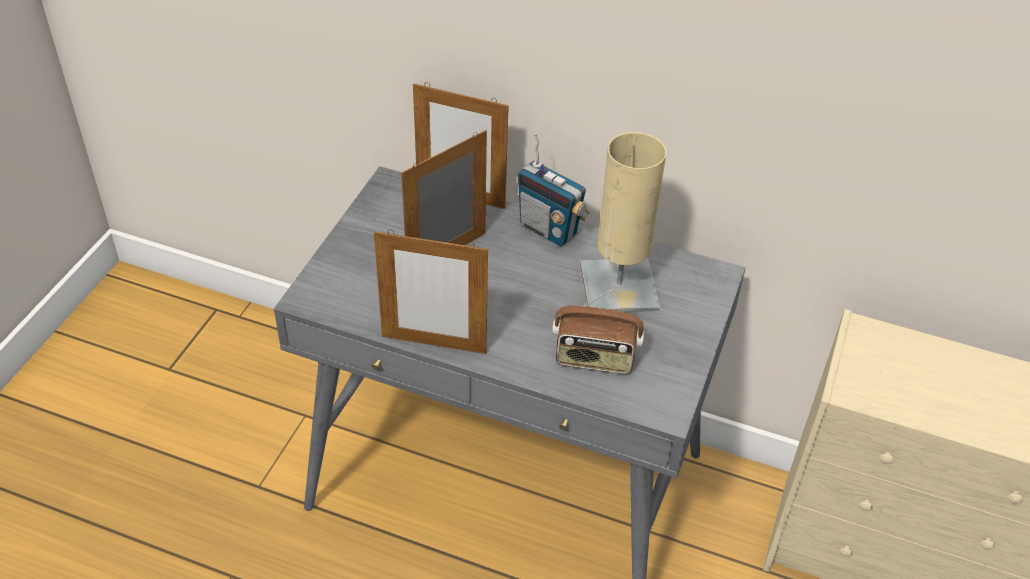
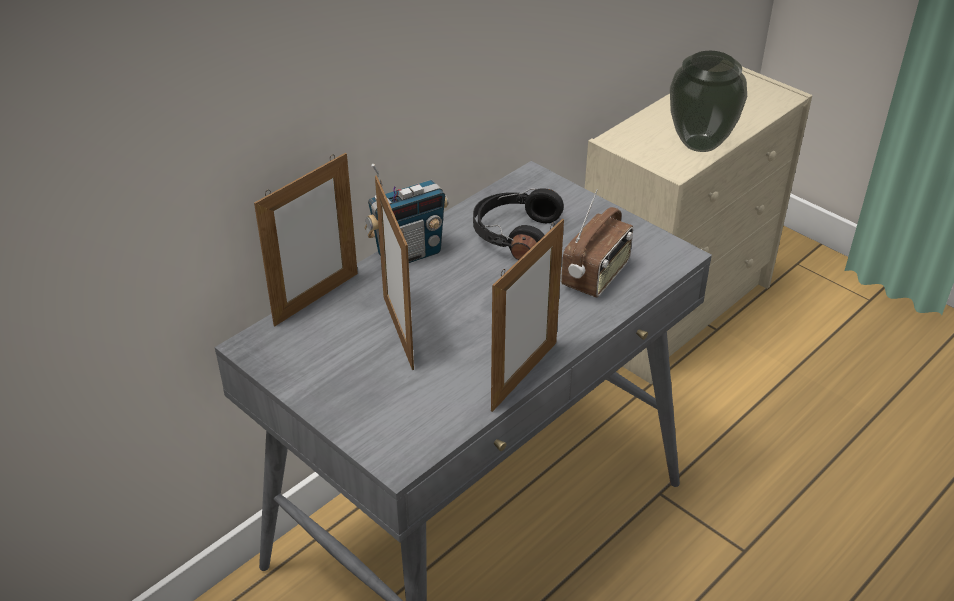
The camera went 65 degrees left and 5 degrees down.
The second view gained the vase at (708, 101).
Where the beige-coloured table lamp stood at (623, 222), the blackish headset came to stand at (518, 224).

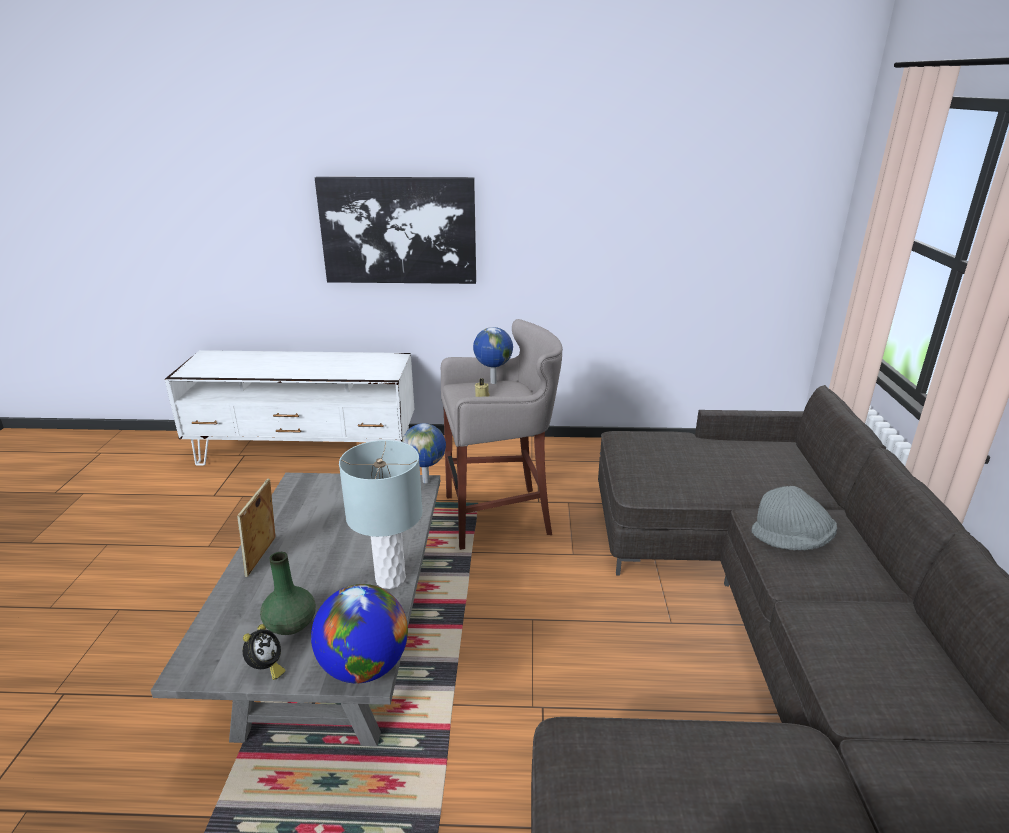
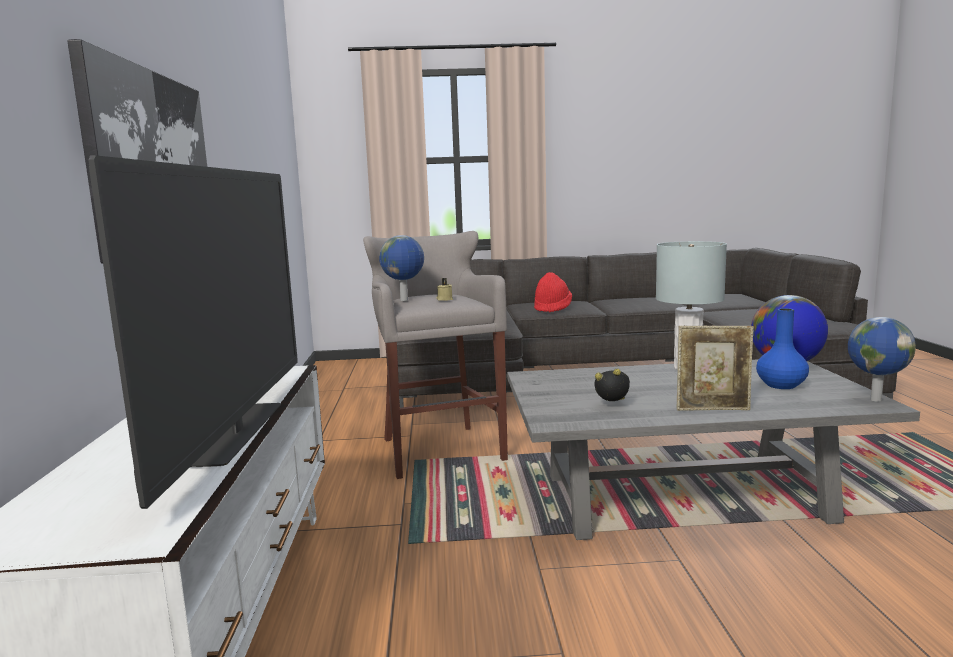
The camera went 95 degrees left and 15 degrees down.
The second view gained the TV at (193, 332).
The bedside clock ended up elsewhere, having gone from (264, 652) to (612, 385).
The globe ended up elsewhere, having gone from (424, 453) to (882, 359).
What was the greenish vase at (288, 593) turned into the blue-coloured vase at (782, 348).
What was the greyish hat at (794, 518) turned into the red-coloured hat at (553, 292).

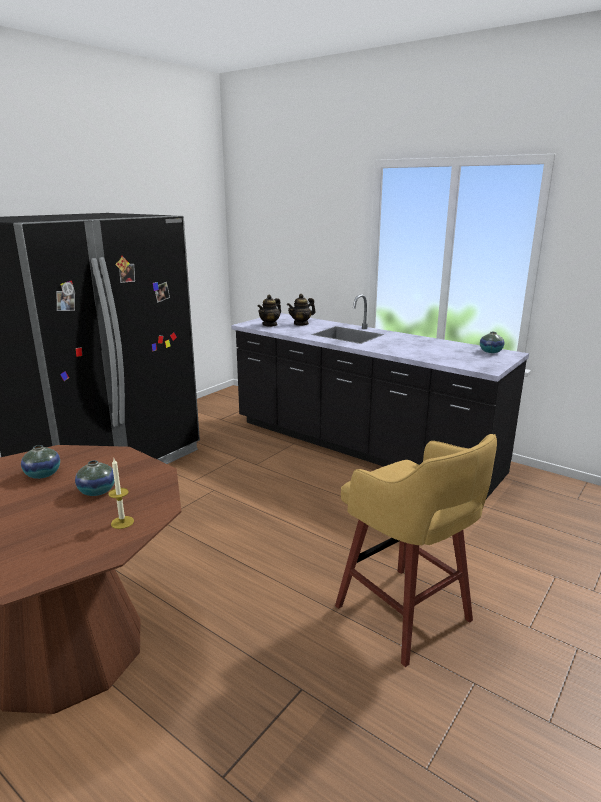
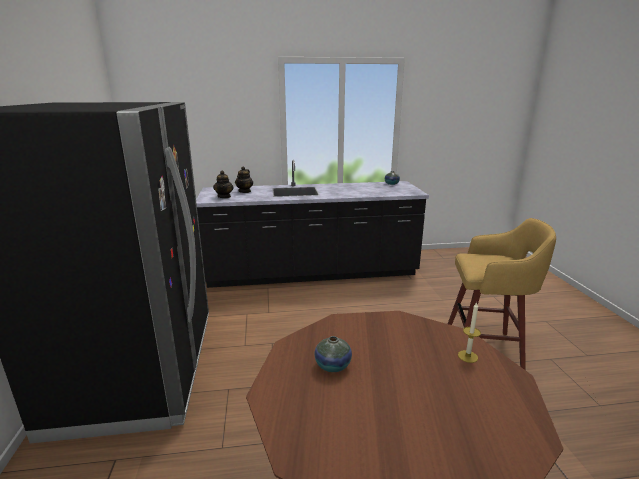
The camera went 45 degrees left and 0 degrees up.
The second view lost the vase at (95, 478).

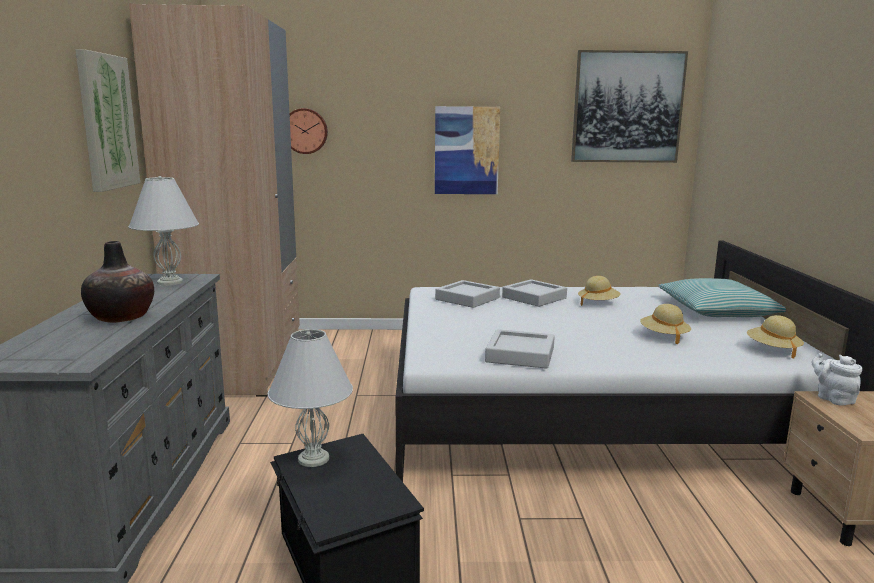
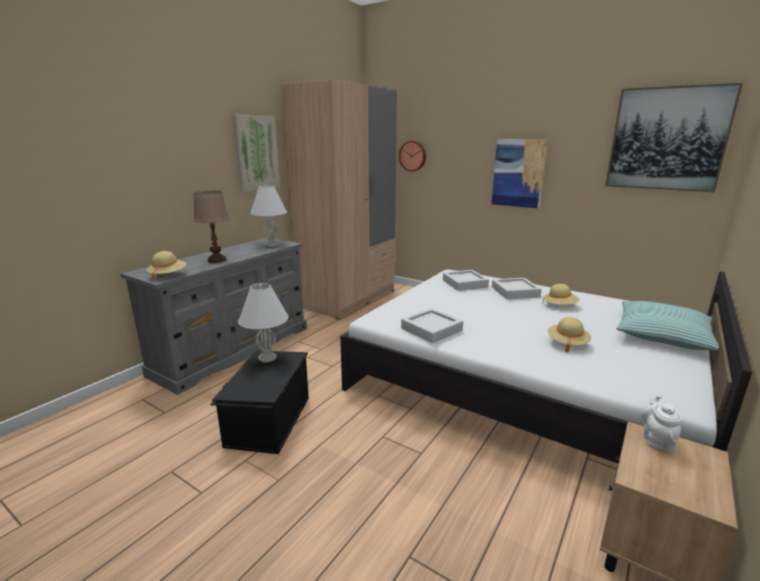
The camera went 35 degrees right and 5 degrees up.
The beige-coloured hat ended up elsewhere, having gone from (775, 337) to (166, 266).
Where the vase stood at (117, 282), the brown table lamp came to stand at (211, 227).

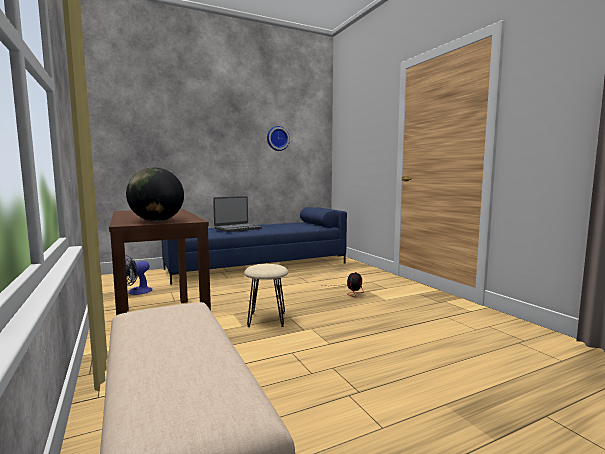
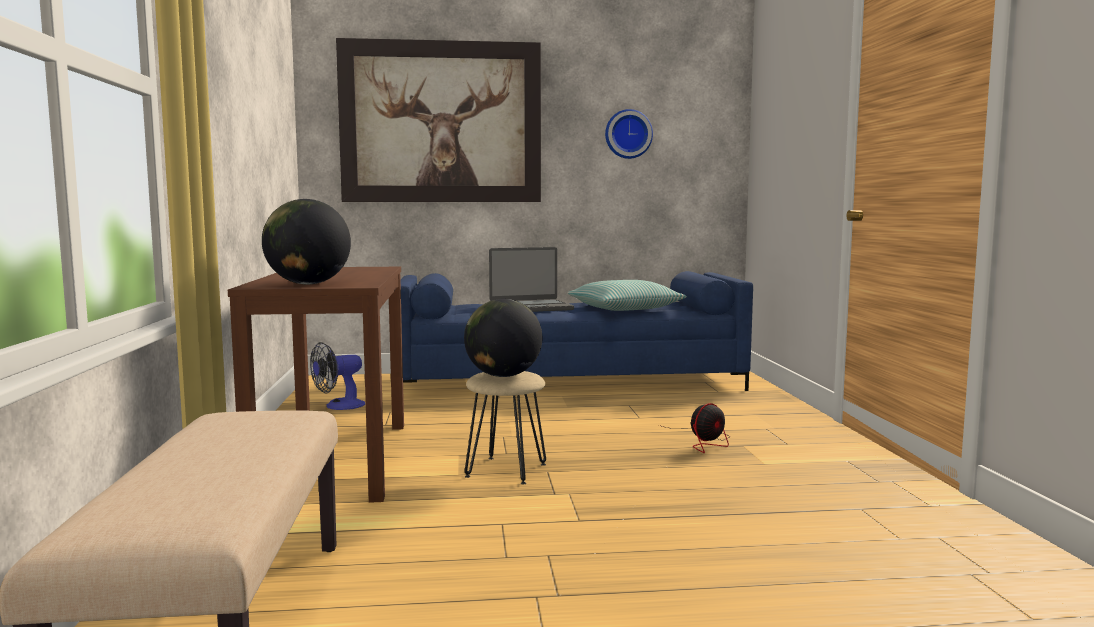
The camera went 20 degrees right and 0 degrees up.
The second view gained the wall art at (438, 120).
The second view gained the globe at (503, 338).
The second view gained the pillow at (627, 295).

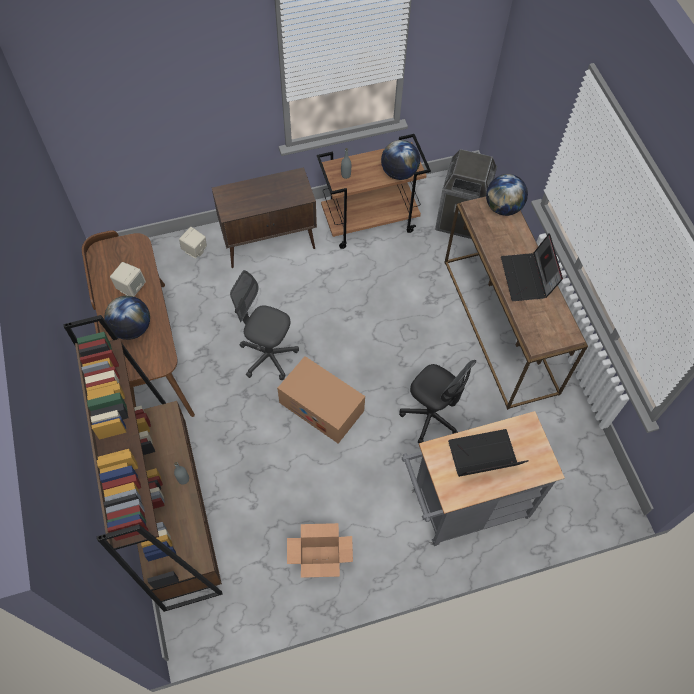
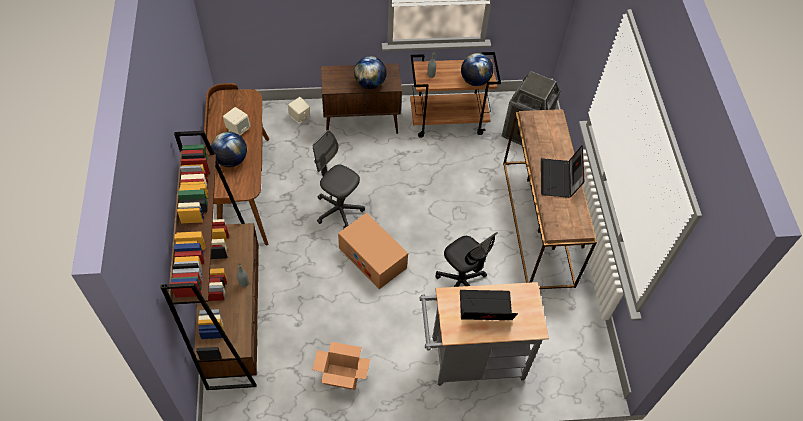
The camera went 10 degrees right and 5 degrees down.
The globe ended up elsewhere, having gone from (507, 195) to (370, 72).

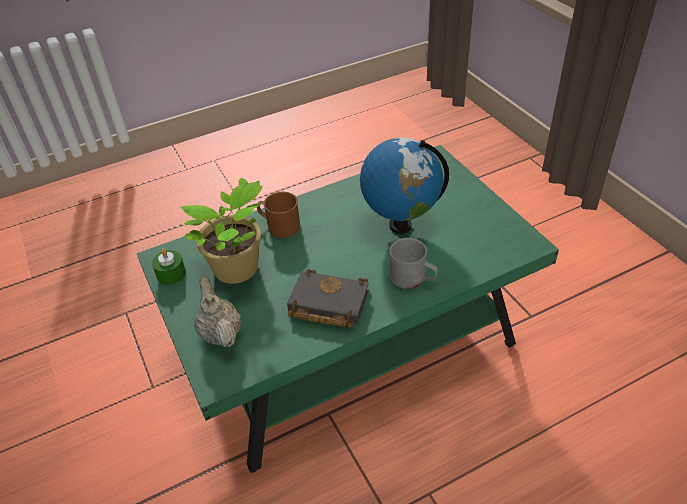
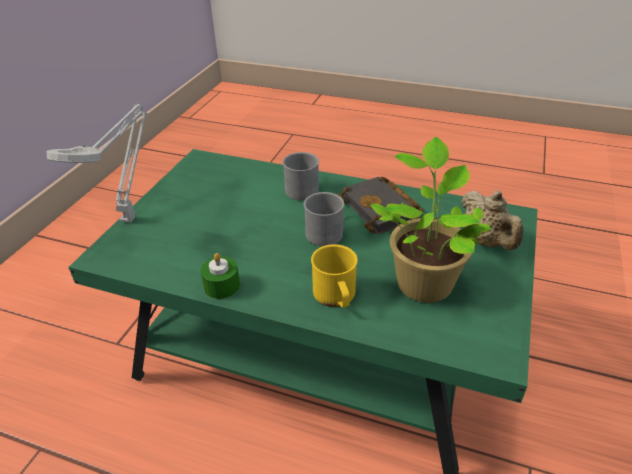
The camera went 135 degrees left and 5 degrees down.
The second view lost the globe at (404, 186).
The second view gained the greyish table lamp at (97, 163).
The second view gained the greyish tea mug at (324, 219).
The greenish candle ended up elsewhere, having gone from (169, 266) to (220, 276).
What was the brown tea mug at (278, 215) turned into the yellowish tea mug at (334, 276).
The beige-coloured pot for tea at (217, 311) ended up facing another way, 45 degrees counterclockwise from before.

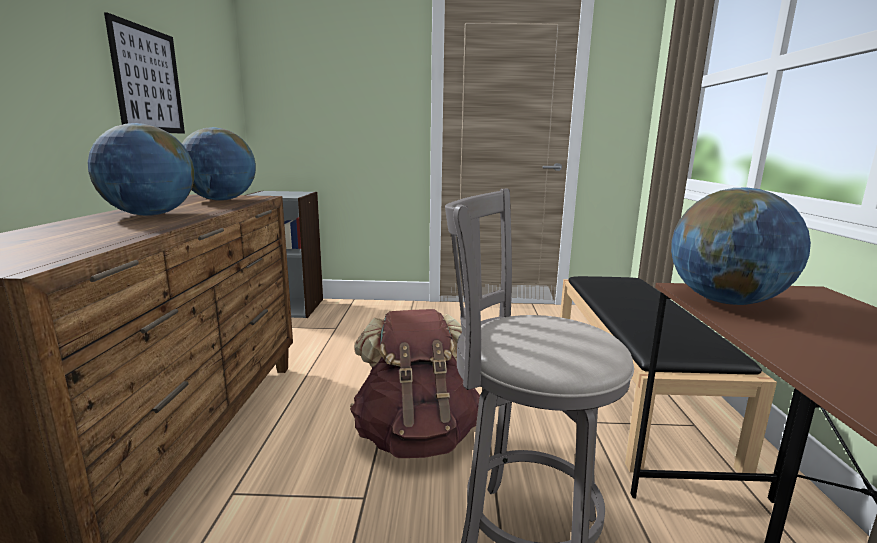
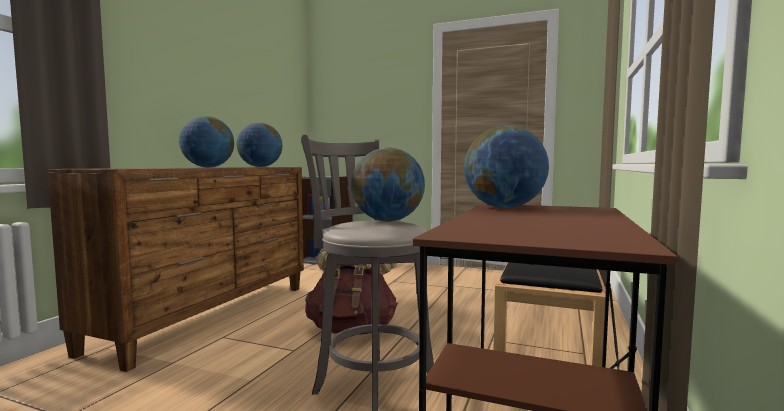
The camera went 20 degrees right and 10 degrees down.
The second view lost the wall art at (144, 73).
The second view gained the globe at (388, 184).

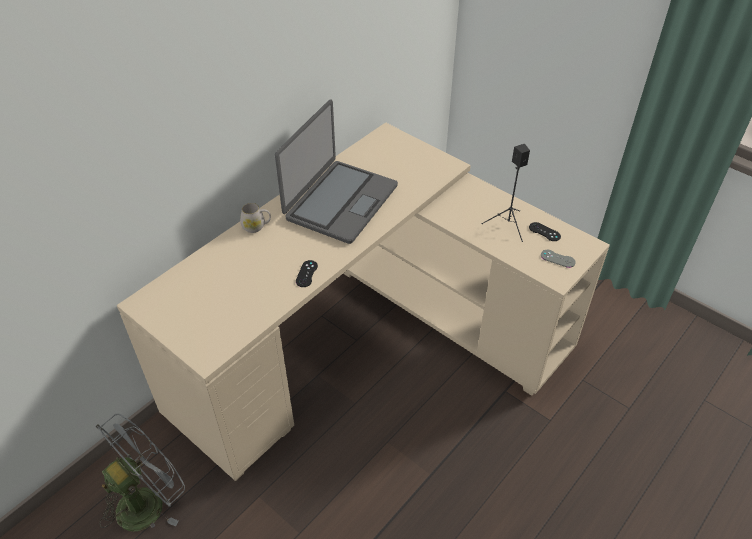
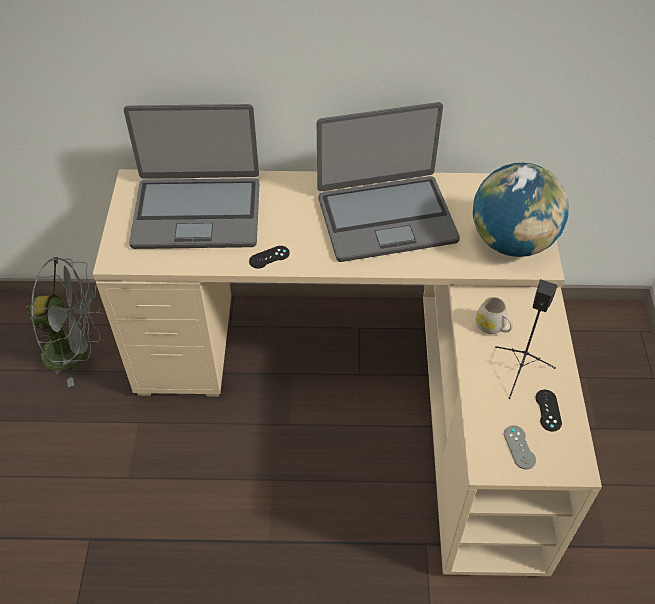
The camera went 50 degrees right and 5 degrees up.
The second view gained the notebook computer at (191, 176).
The second view gained the globe at (520, 210).
The white tea mug ended up elsewhere, having gone from (255, 218) to (494, 315).

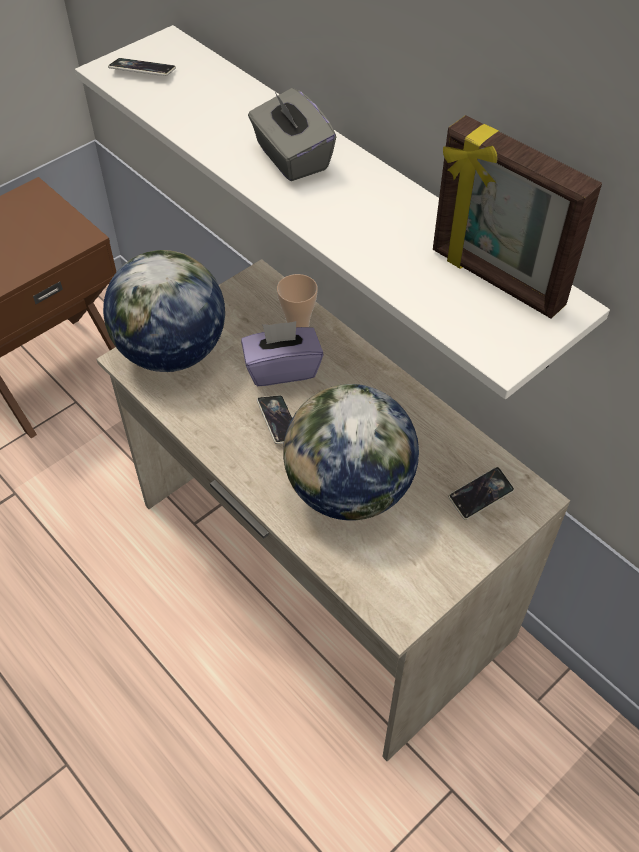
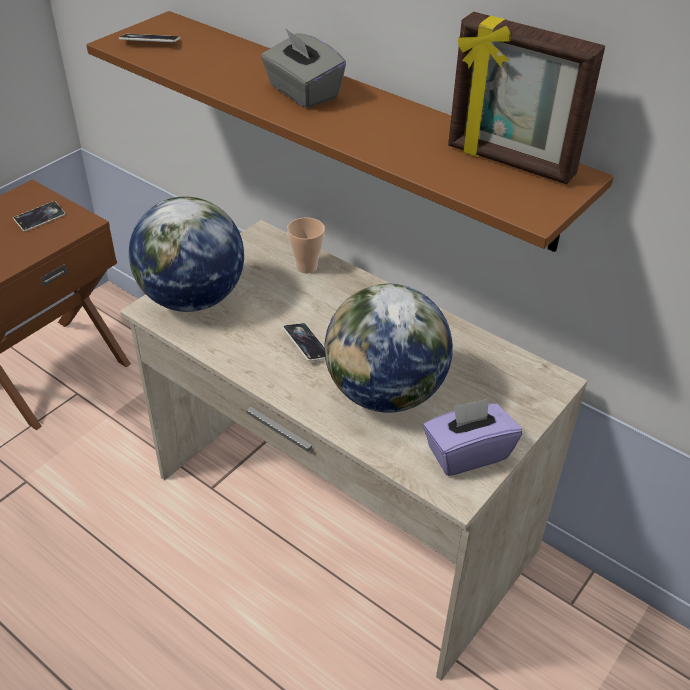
The camera went 10 degrees left and 10 degrees down.
The purplish tissue holder ended up elsewhere, having gone from (282, 353) to (472, 437).
The telephone ended up elsewhere, having gone from (481, 493) to (39, 216).
What was the white wall shelf at (342, 212) turned into the brown wall shelf at (350, 131).

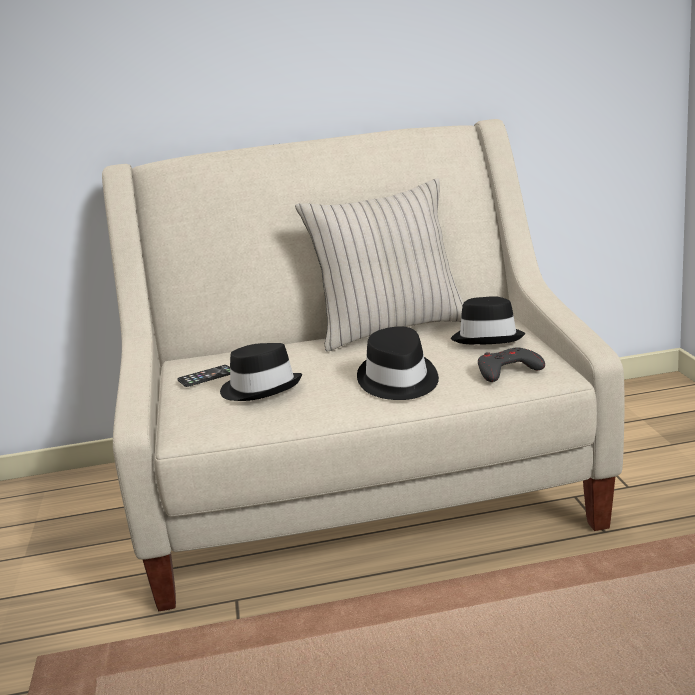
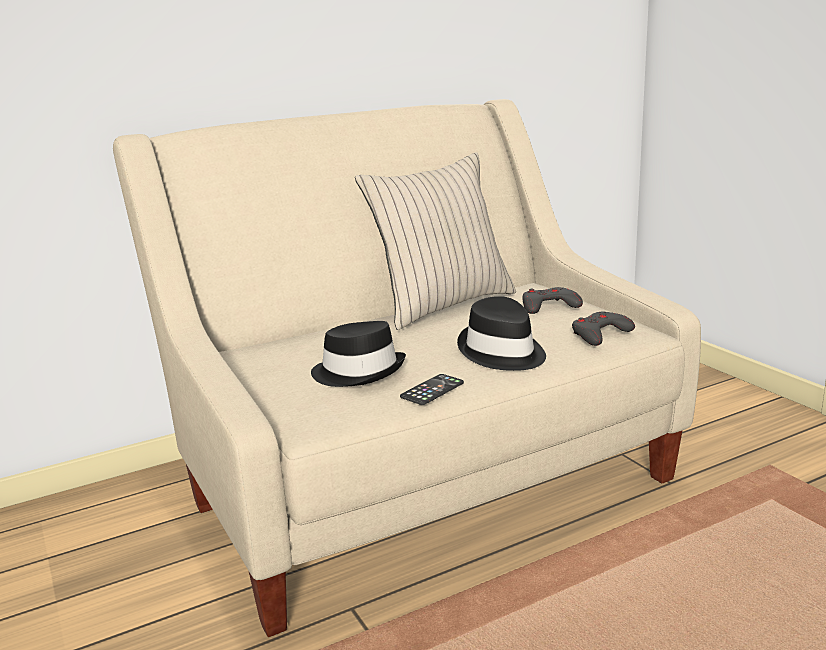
The camera went 20 degrees left and 0 degrees up.
The telephone ended up elsewhere, having gone from (204, 376) to (432, 389).
Where the blackish hat stood at (488, 320), the greyish gamepad came to stand at (552, 300).

